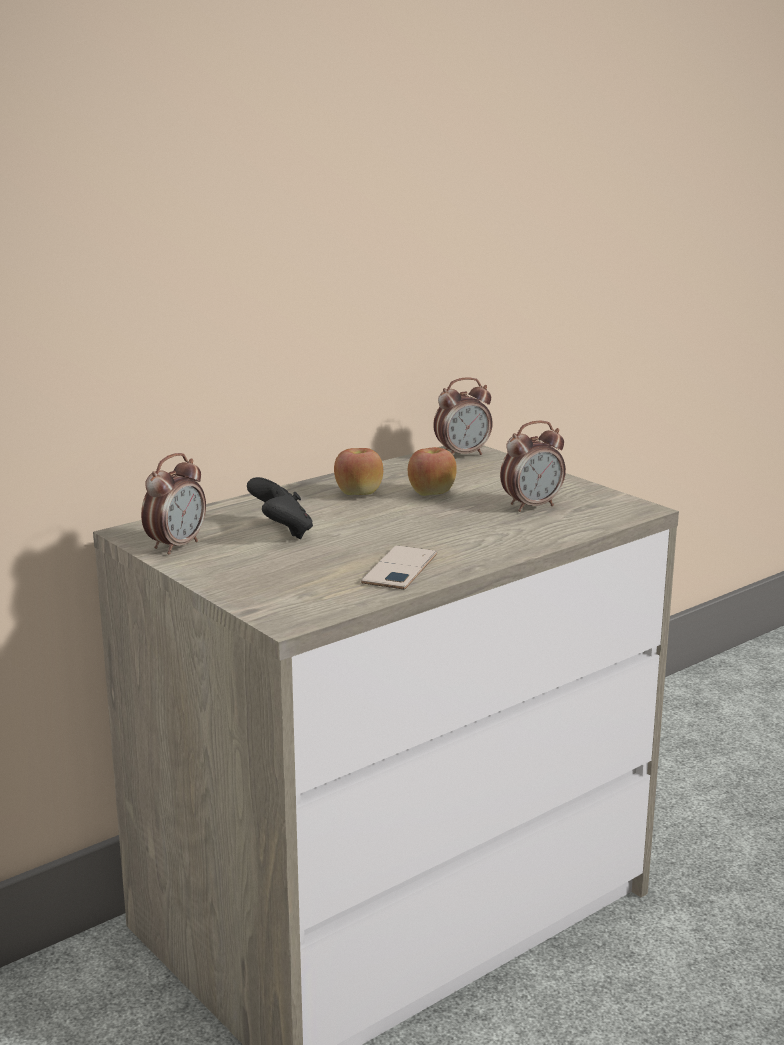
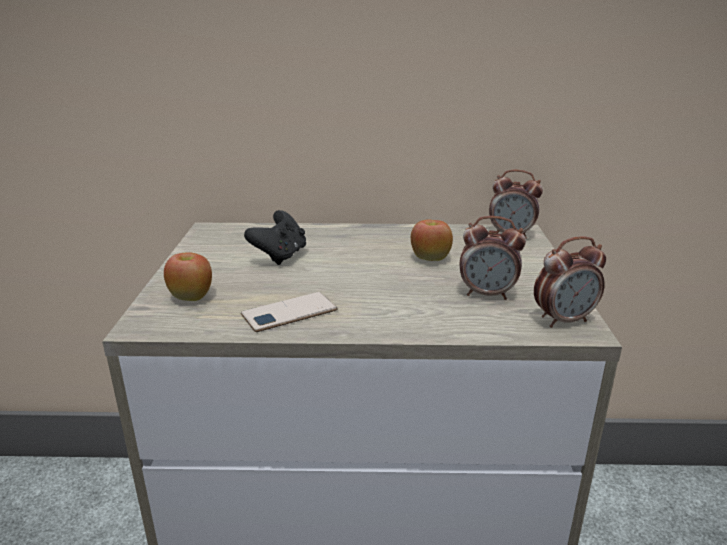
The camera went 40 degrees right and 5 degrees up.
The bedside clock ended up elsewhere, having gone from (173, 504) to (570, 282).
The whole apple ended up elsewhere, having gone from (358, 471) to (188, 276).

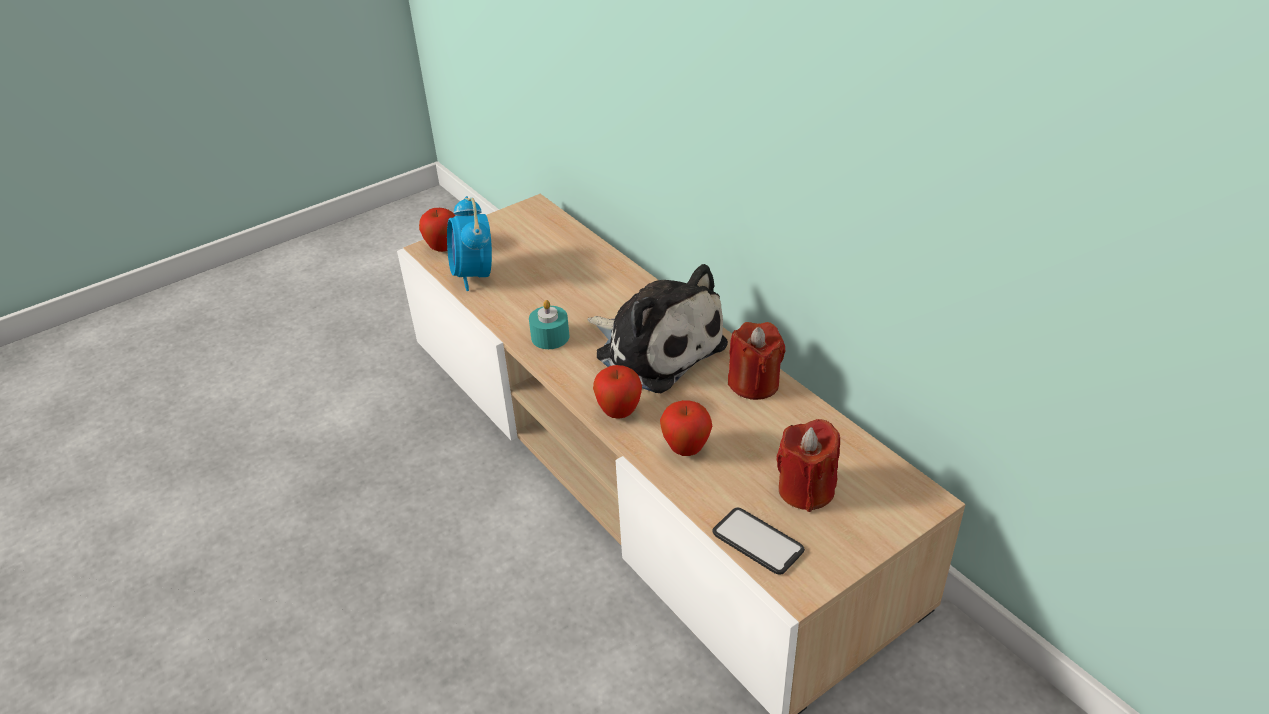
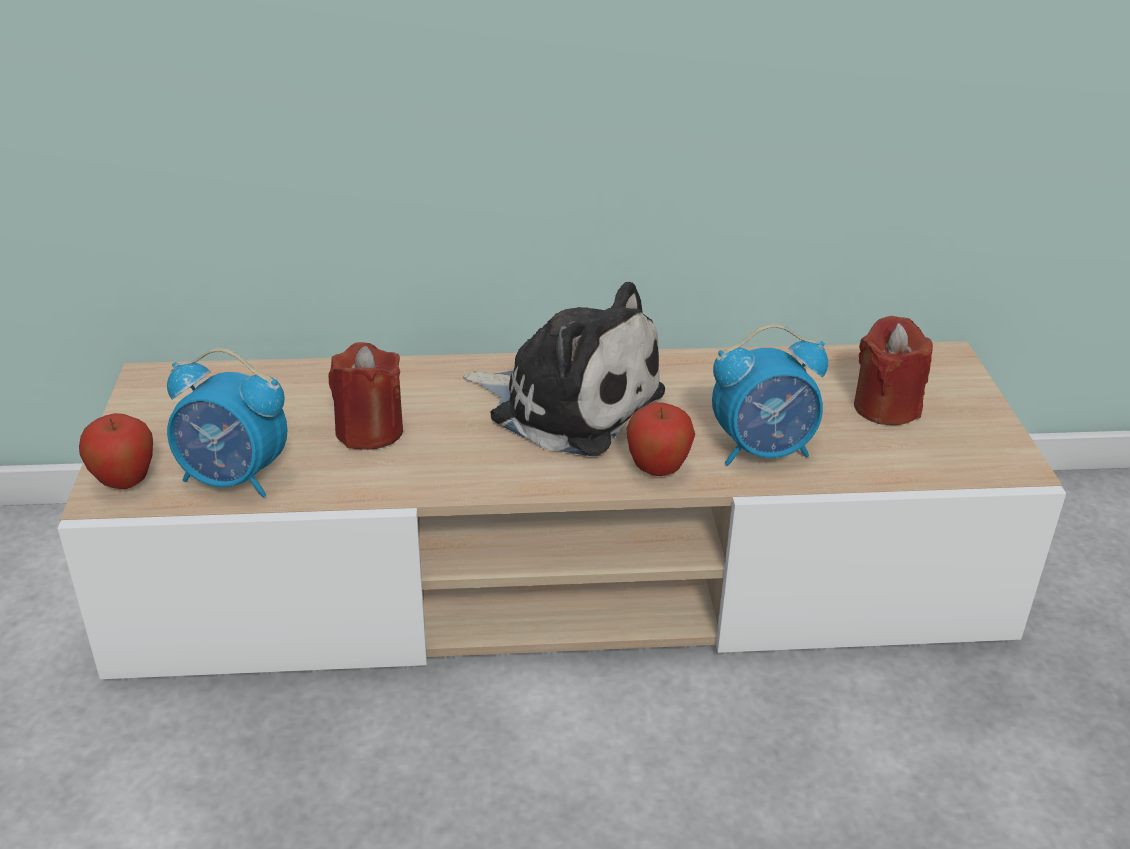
The camera went 60 degrees left and 5 degrees down.
The second view lost the blue-green candle at (549, 324).
The second view lost the telephone at (758, 541).
The red-coloured candle ended up elsewhere, having gone from (756, 361) to (365, 396).
Where the whole apple stood at (686, 428), the bedside clock came to stand at (770, 395).
The plush toy at (657, 328) ended up facing another way, 45 degrees clockwise from before.

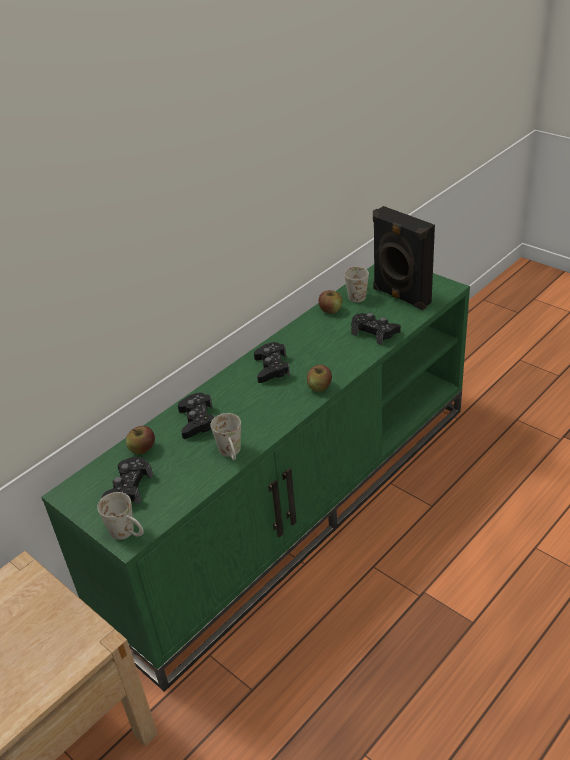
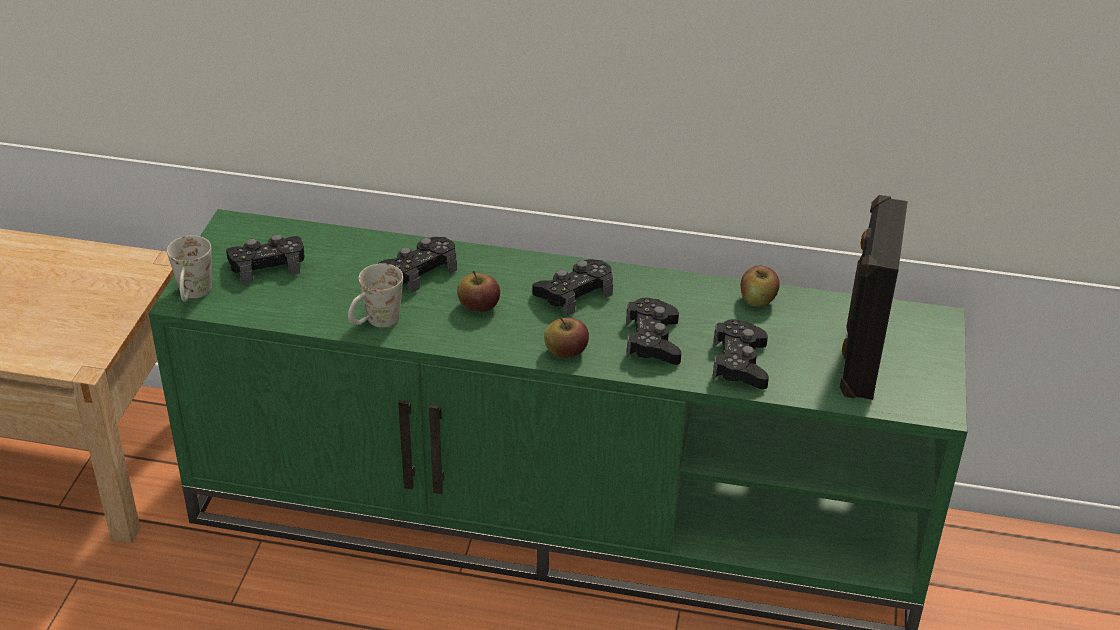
The camera went 55 degrees right and 0 degrees up.
The second view lost the white tea mug at (356, 284).
The second view gained the blackish gamepad at (653, 331).
The whole apple ended up elsewhere, having gone from (140, 440) to (478, 291).

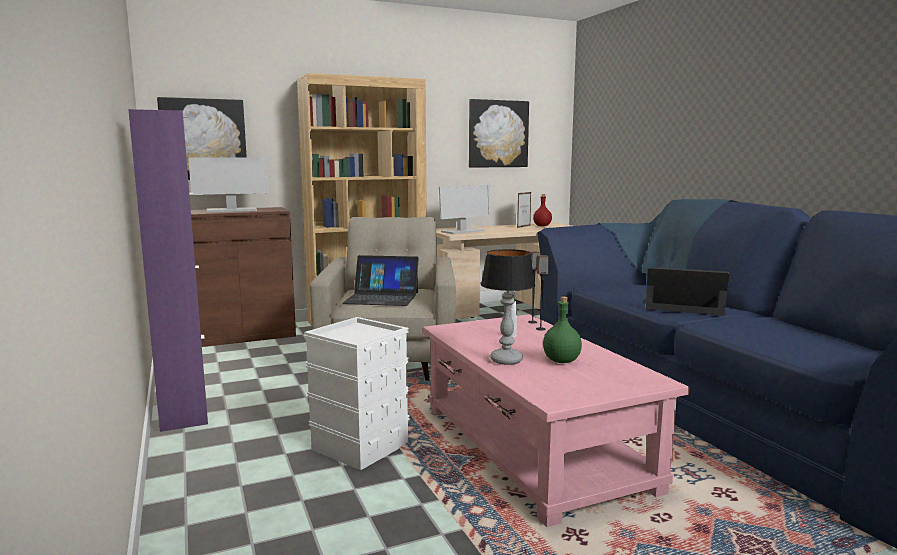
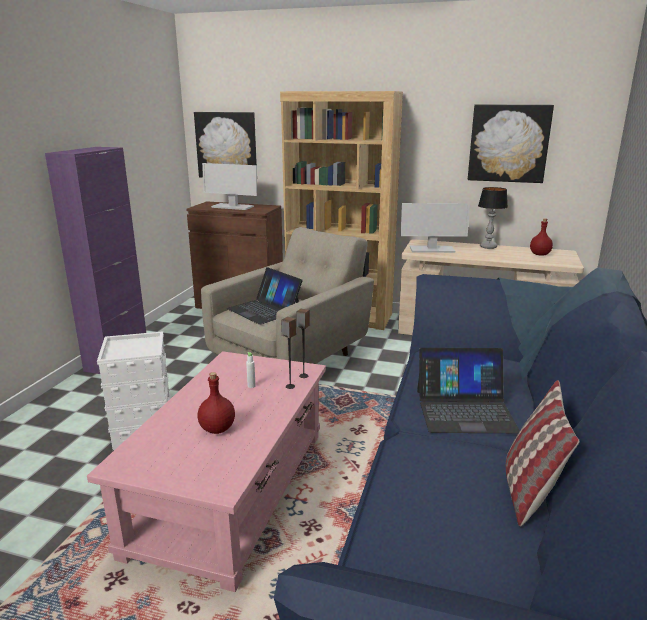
The camera went 40 degrees right and 10 degrees up.
The second view lost the picture frame at (524, 210).
The second view gained the pillow at (543, 453).
The table lamp ended up elsewhere, having gone from (508, 307) to (493, 218).
What was the greenish drink bottle at (562, 329) turned into the red-coloured drink bottle at (216, 403).
The notebook computer at (687, 291) ended up facing another way, 120 degrees clockwise from before.

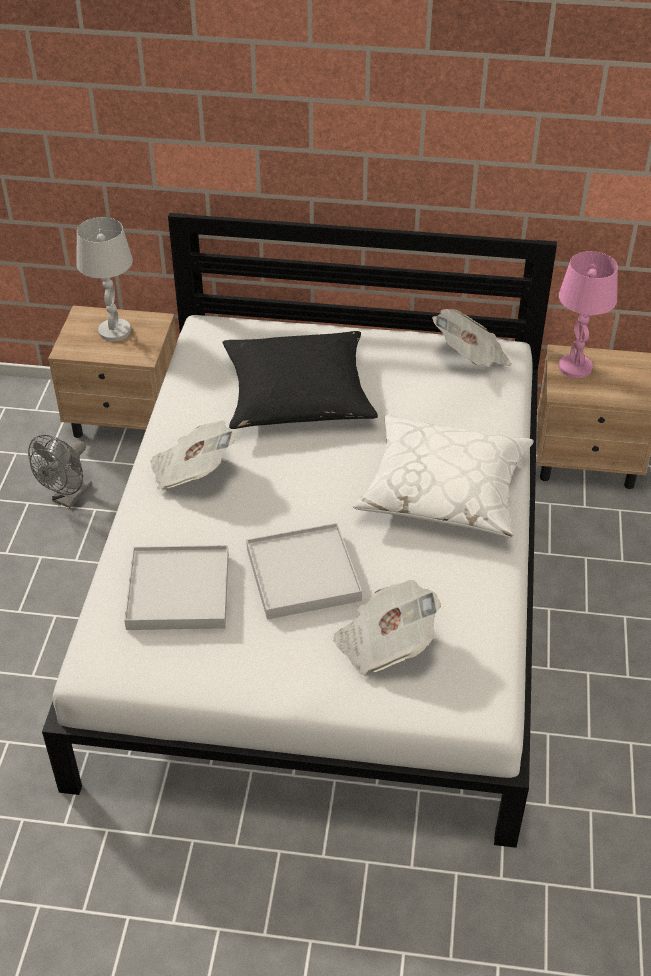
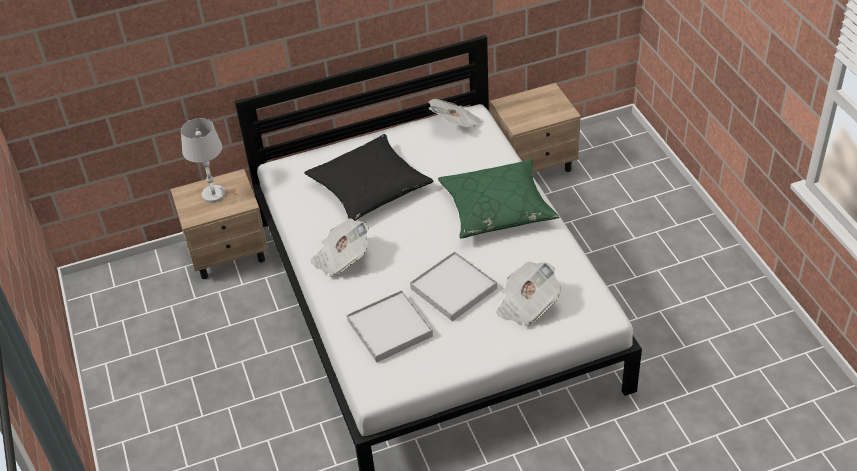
The camera went 25 degrees left and 0 degrees up.
The second view lost the greyish cooling fan at (60, 471).
The second view lost the pinkish table lamp at (588, 314).
What was the white pillow at (443, 476) turned into the greenish pillow at (498, 198).

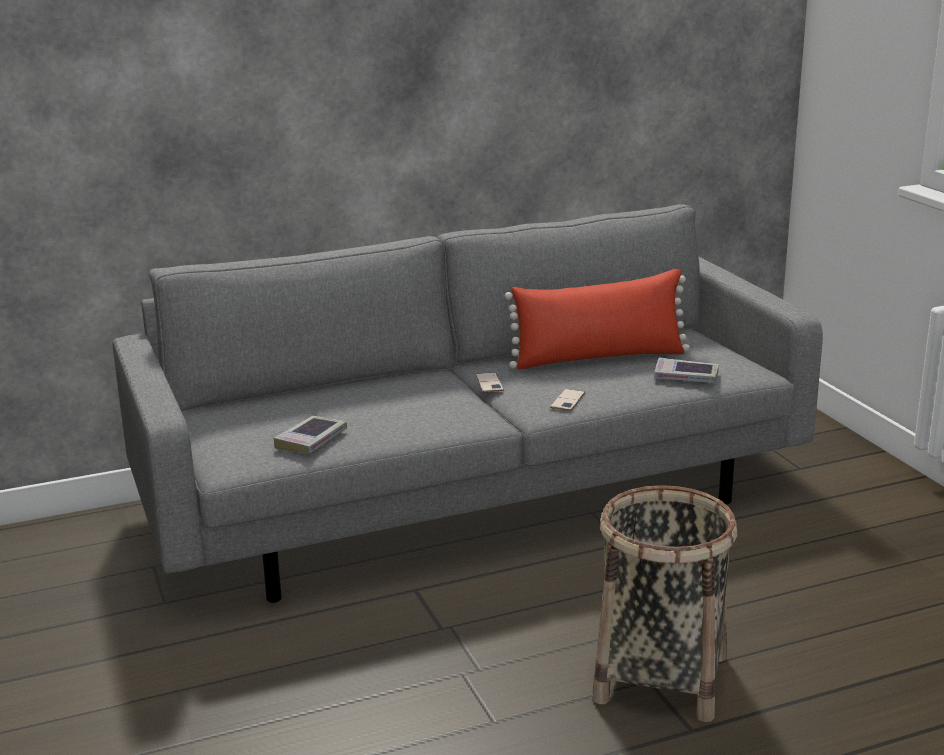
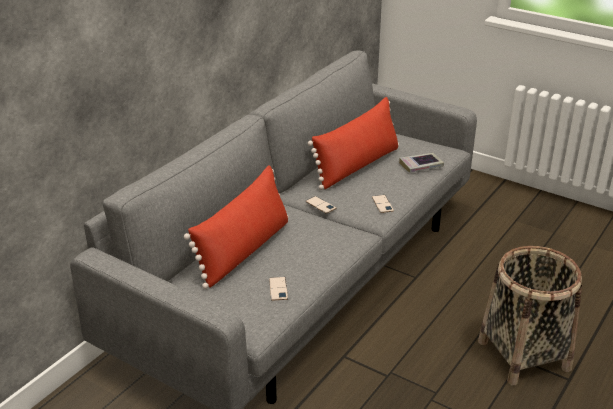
The camera went 35 degrees left and 10 degrees up.
The second view gained the red-coloured pillow at (236, 227).
Where the book stood at (310, 435), the telephone came to stand at (278, 289).

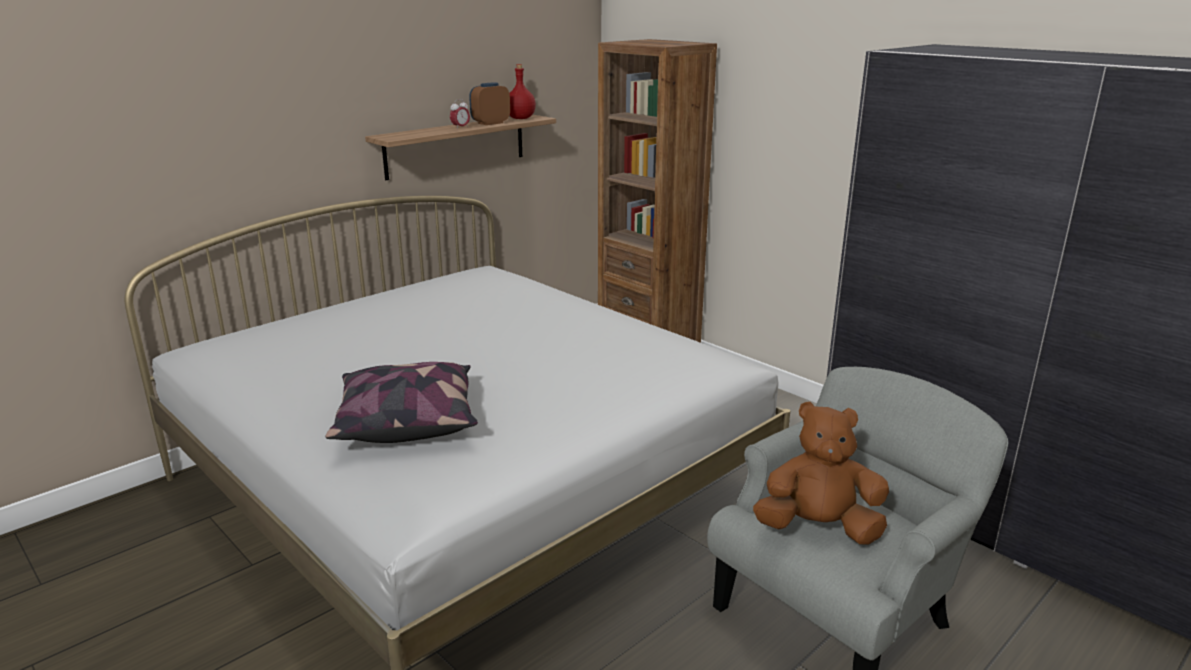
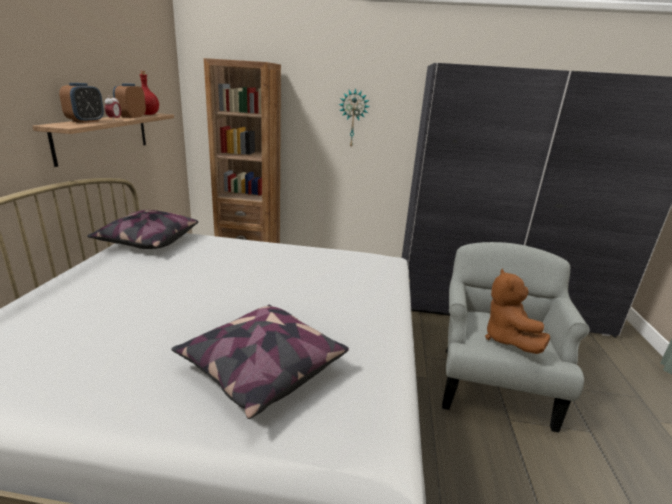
The camera went 40 degrees left and 0 degrees up.
The second view gained the bedside clock at (81, 103).
The second view gained the pillow at (142, 229).
The second view gained the hanging clock at (354, 117).
The brown plush toy at (821, 473) ended up facing another way, 60 degrees counterclockwise from before.

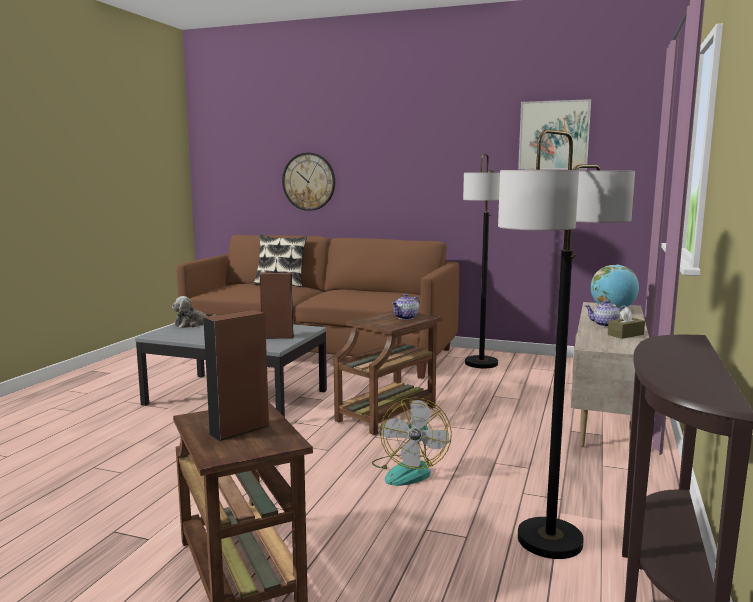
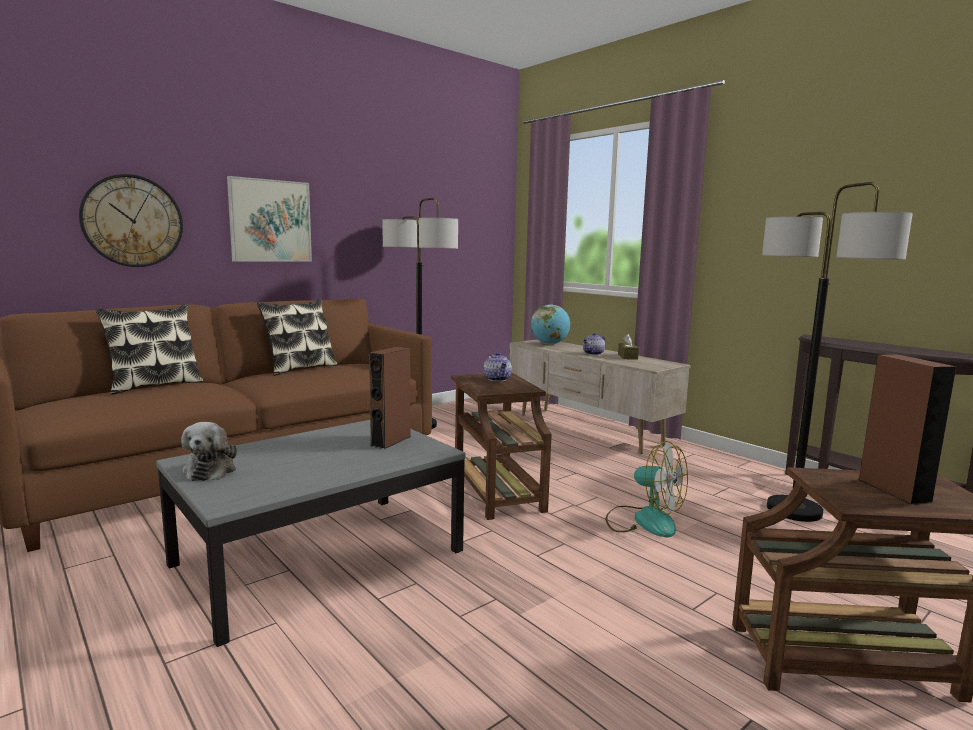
The camera went 60 degrees left and 0 degrees up.
The second view gained the pillow at (297, 337).
The wall art ended up elsewhere, having gone from (554, 134) to (269, 218).

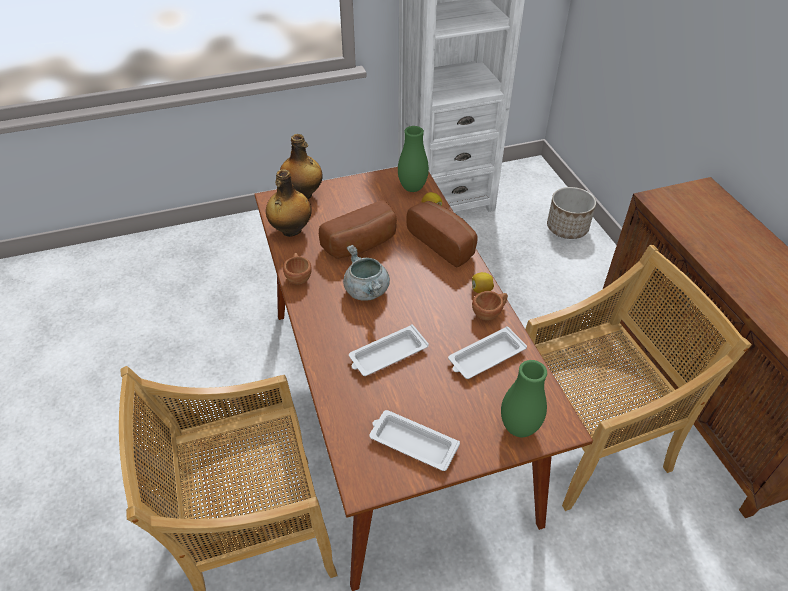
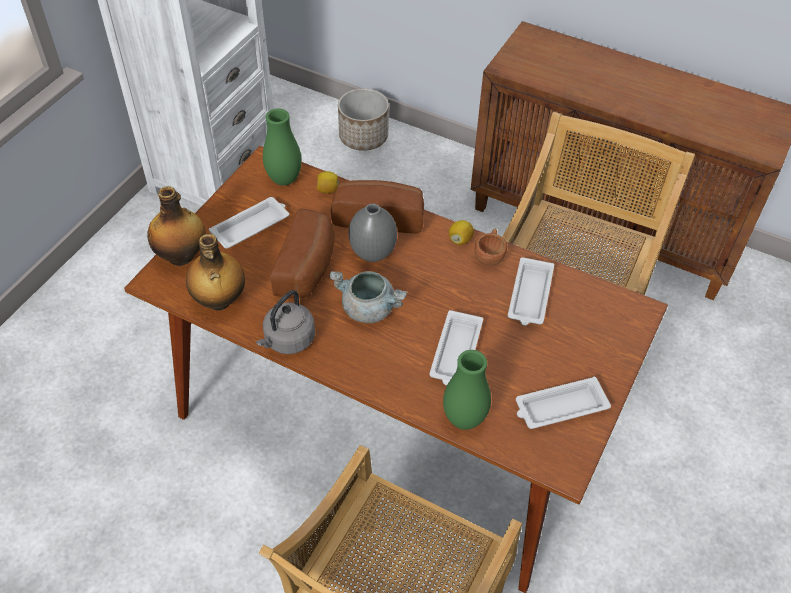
The camera went 45 degrees left and 5 degrees up.
The second view gained the white carrying tray at (249, 223).
The second view gained the greyish vase at (373, 233).
The greenish vase ended up elsewhere, having gone from (524, 398) to (467, 390).
Where the brown small cup stood at (297, 268), the greyish kettle came to stand at (285, 322).

